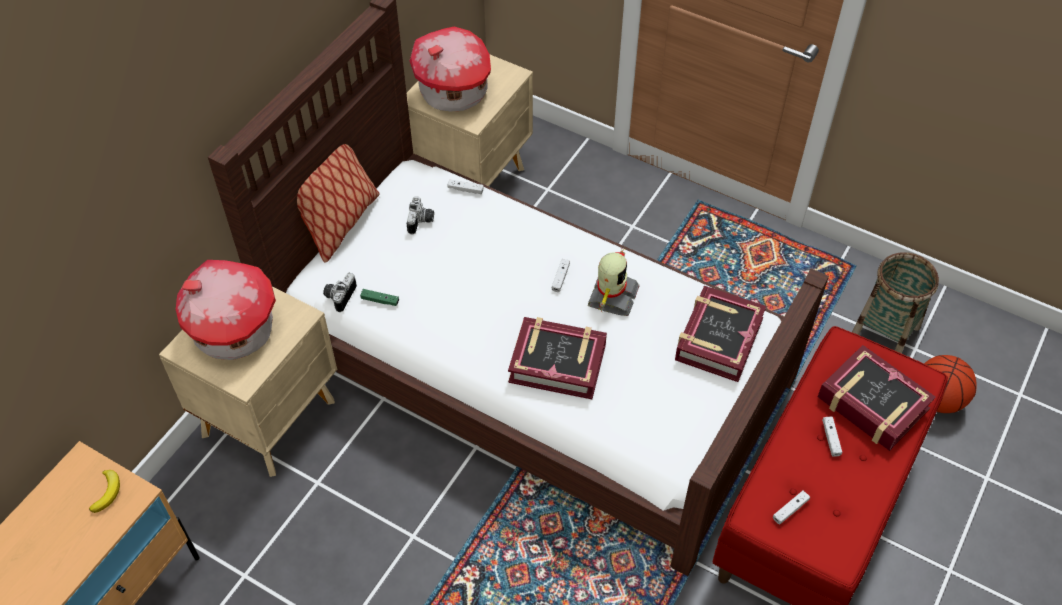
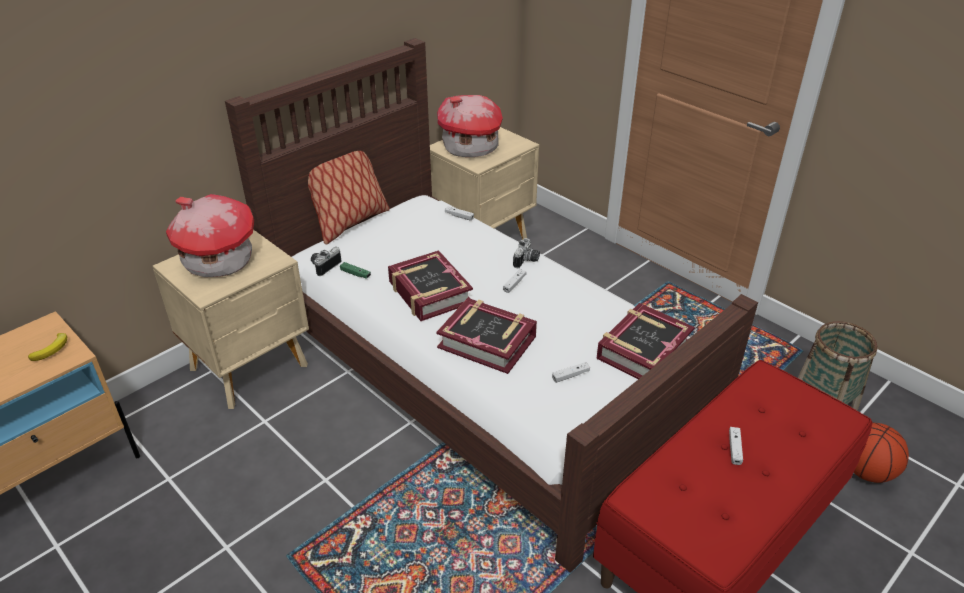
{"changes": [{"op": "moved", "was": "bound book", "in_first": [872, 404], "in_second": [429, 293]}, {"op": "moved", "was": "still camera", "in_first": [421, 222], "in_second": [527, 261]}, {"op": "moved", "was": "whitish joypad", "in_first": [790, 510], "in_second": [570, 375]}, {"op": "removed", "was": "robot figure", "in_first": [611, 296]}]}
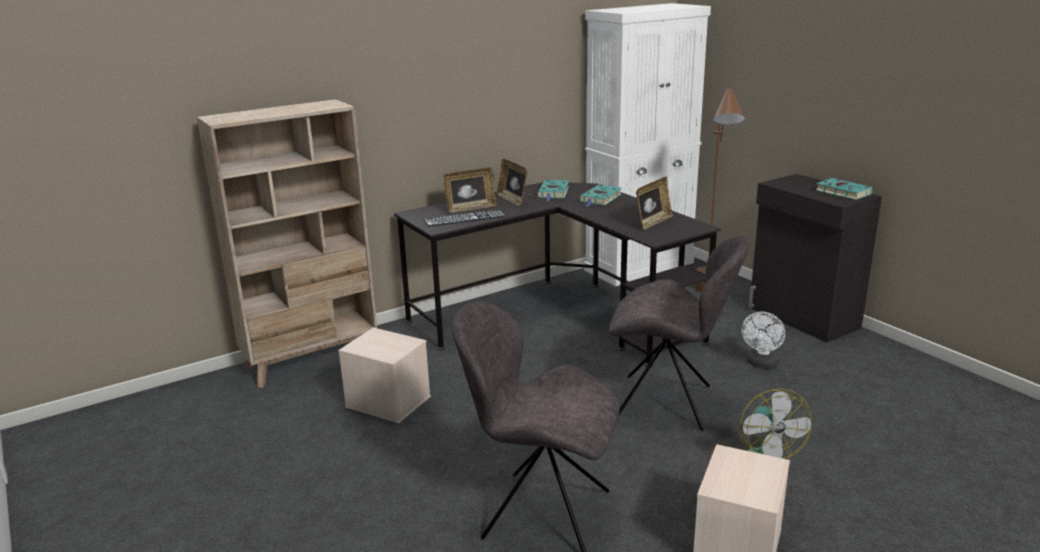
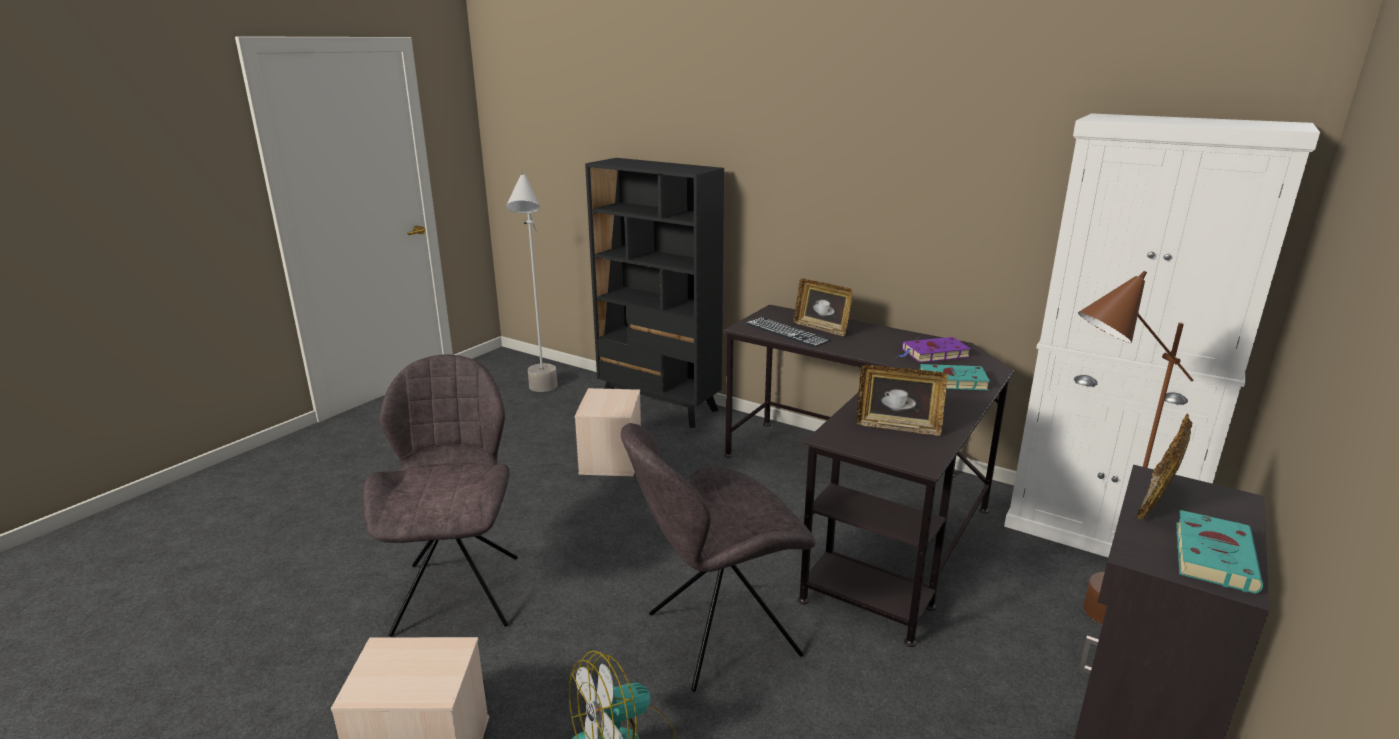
{"changes": [{"op": "added", "now": "gray standing lamp", "in_second": [542, 396]}, {"op": "recoloured", "was": "beige-coloured shelving unit", "now": "black-coloured shelving unit", "in_first": [312, 360], "in_second": [659, 406]}, {"op": "turned", "was": "gray upright chair", "in_first": [668, 403], "in_second": [717, 636], "clockwise": 75}, {"op": "recoloured", "was": "turquoise-coloured bound book", "now": "purplish bound book", "in_first": [553, 193], "in_second": [933, 354]}, {"op": "moved", "was": "photo frame", "in_first": [512, 200], "in_second": [1156, 501]}, {"op": "removed", "was": "whitish cooling fan", "in_first": [761, 364]}]}
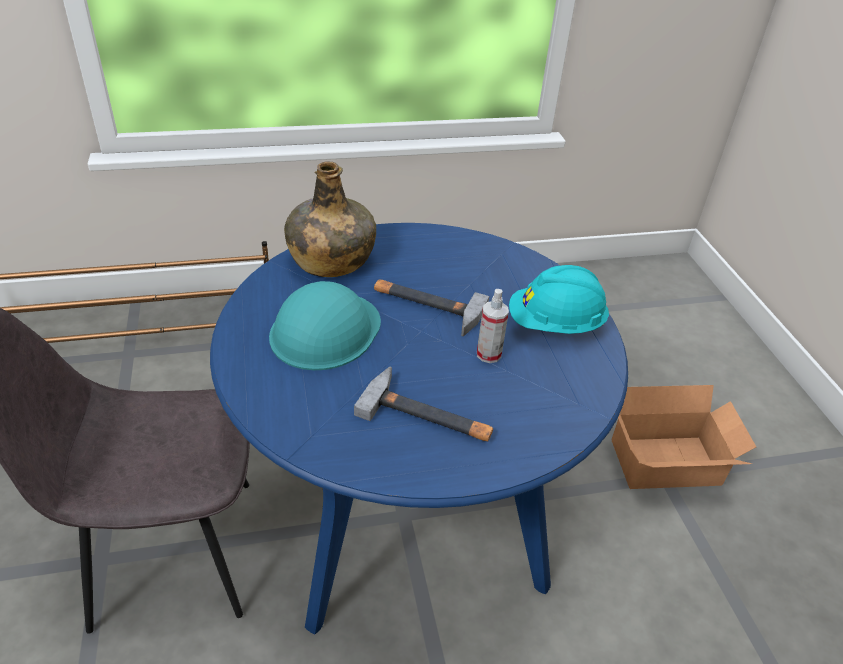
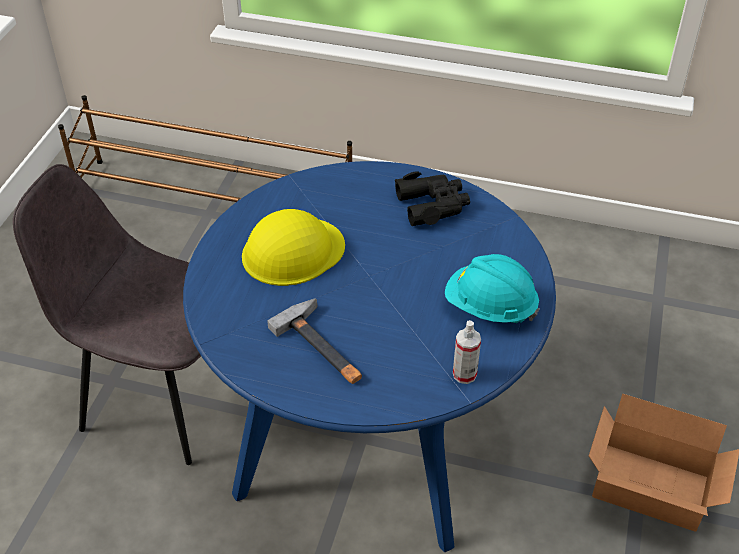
{"changes": [{"op": "recoloured", "was": "turquoise-coloured hard hat", "now": "yellowish hard hat", "in_first": [325, 330], "in_second": [292, 251]}, {"op": "added", "now": "black-coloured pair of binoculars", "in_second": [432, 205]}, {"op": "moved", "was": "hand sprayer", "in_first": [488, 354], "in_second": [464, 374]}, {"op": "removed", "was": "green beverage bottle", "in_first": [330, 260]}, {"op": "removed", "was": "tool hammer", "in_first": [426, 306]}]}
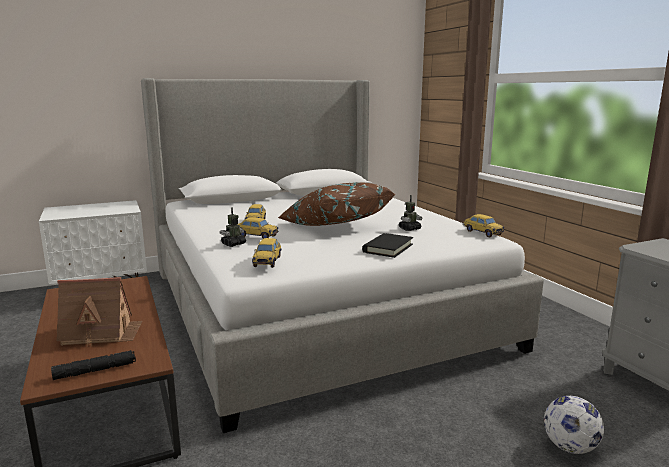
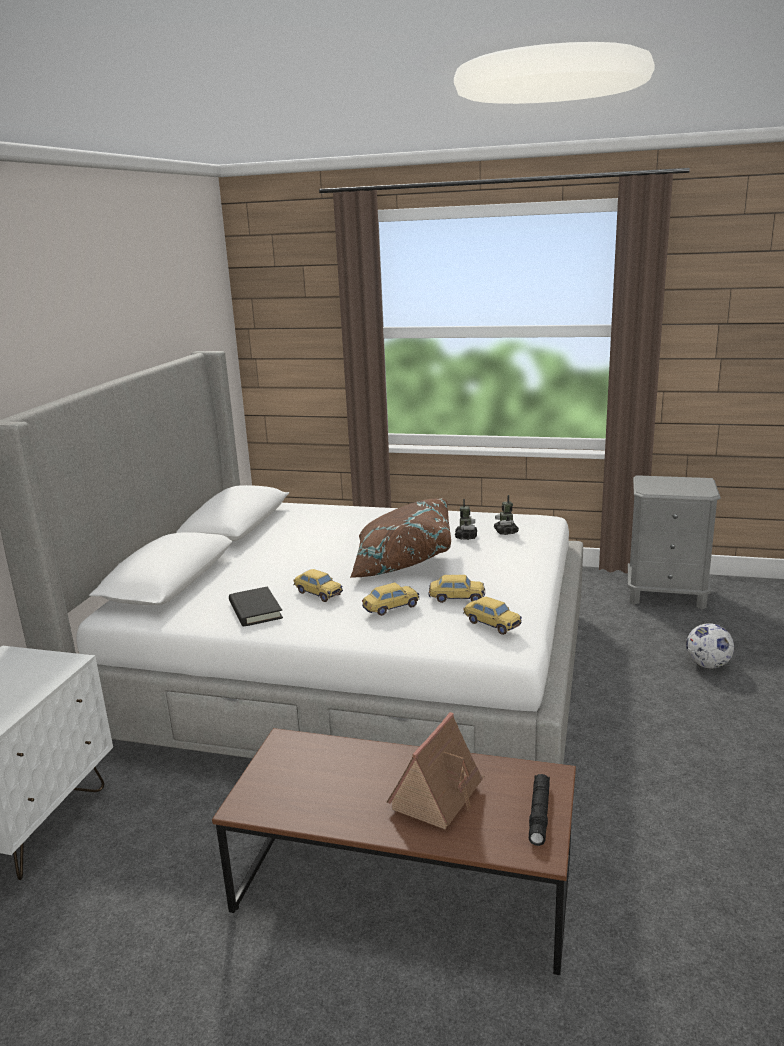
{"changes": [{"op": "moved", "was": "black-coloured bound book", "in_first": [388, 248], "in_second": [255, 610]}, {"op": "moved", "was": "toy car", "in_first": [482, 233], "in_second": [456, 598]}, {"op": "moved", "was": "robot figure", "in_first": [233, 244], "in_second": [506, 532]}]}
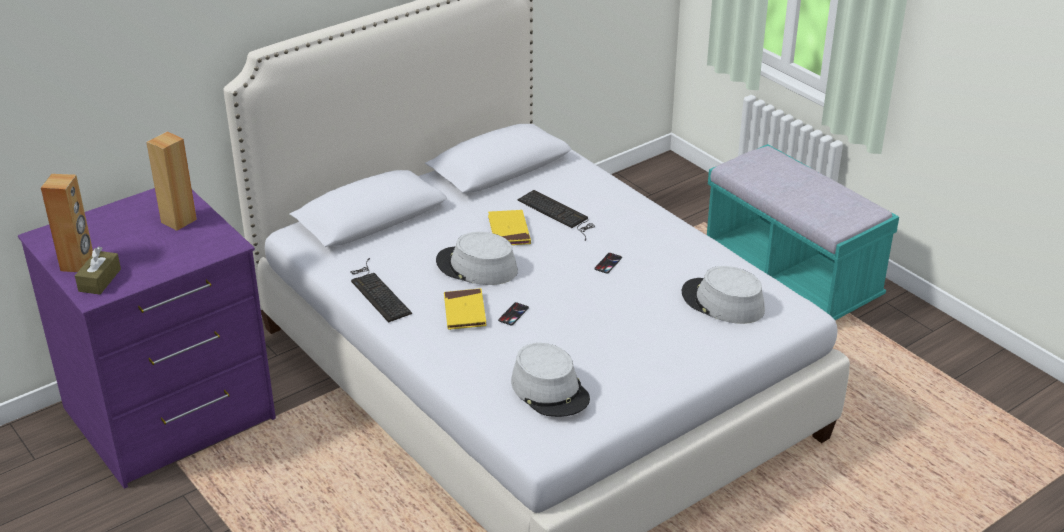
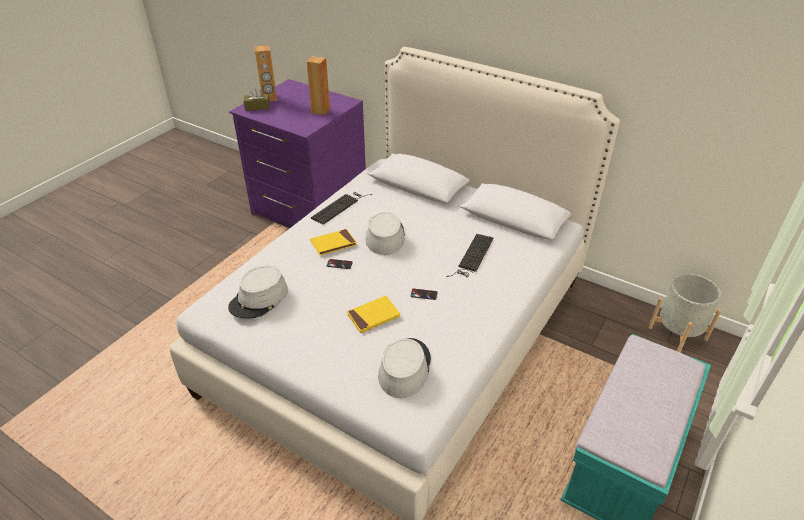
{"changes": [{"op": "moved", "was": "yellowish bound book", "in_first": [509, 231], "in_second": [373, 316]}, {"op": "added", "now": "gray flower pot", "in_second": [677, 333]}]}
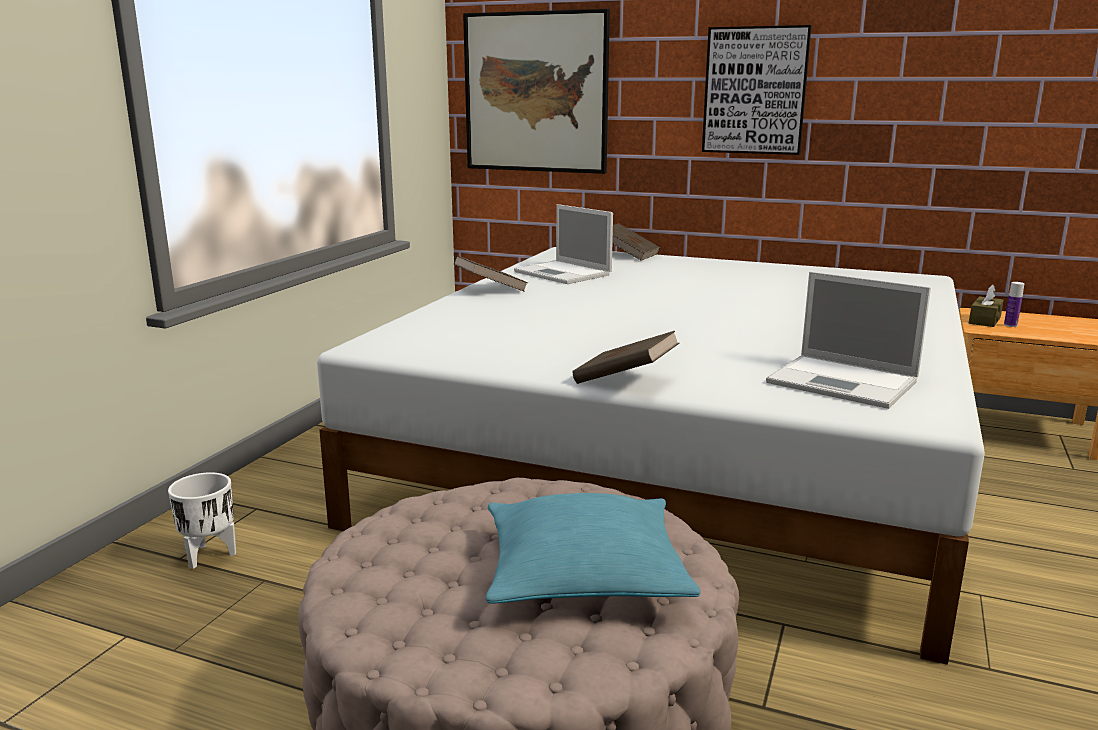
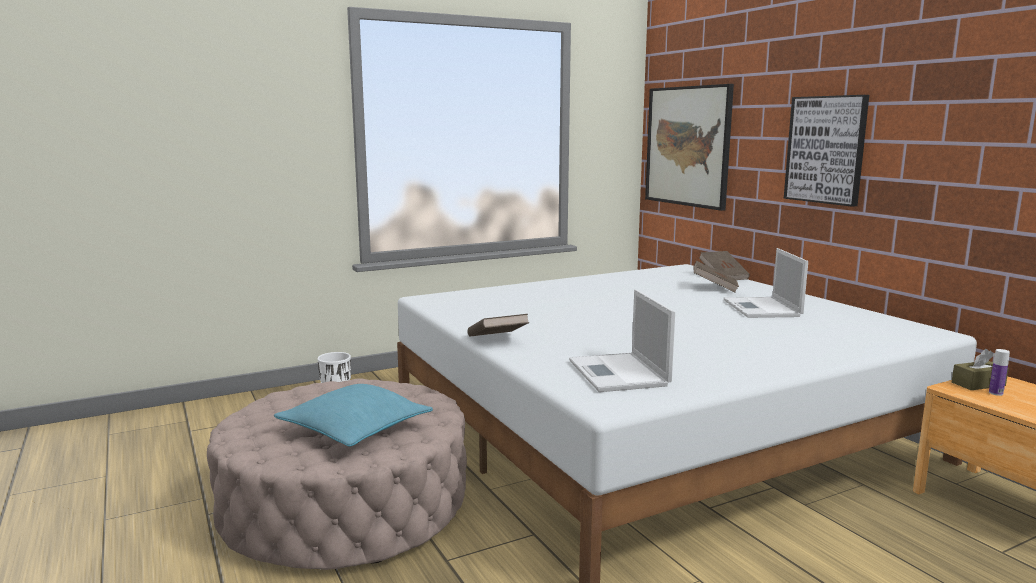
{"changes": [{"op": "moved", "was": "brown-coloured bound book", "in_first": [490, 290], "in_second": [714, 288]}, {"op": "moved", "was": "notebook computer", "in_first": [564, 273], "in_second": [762, 308]}]}
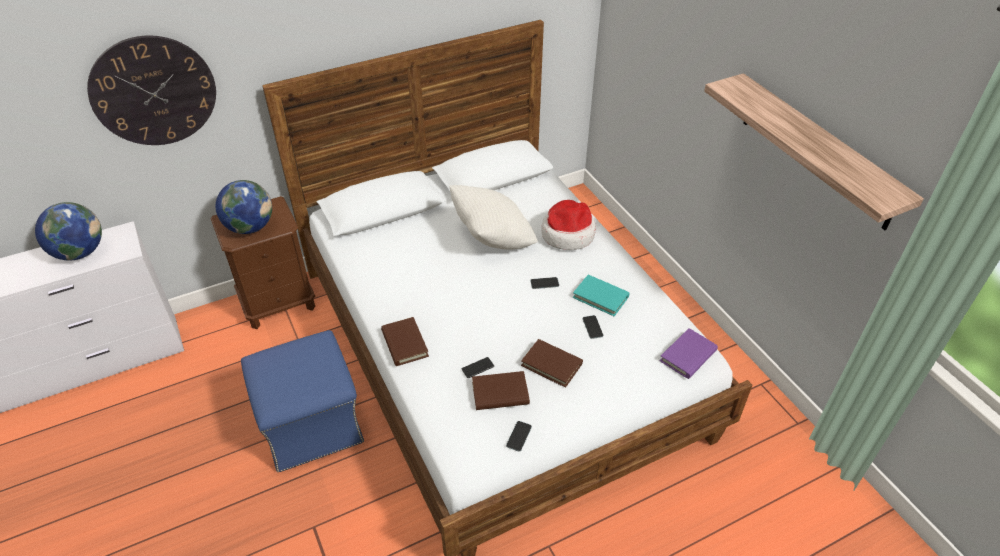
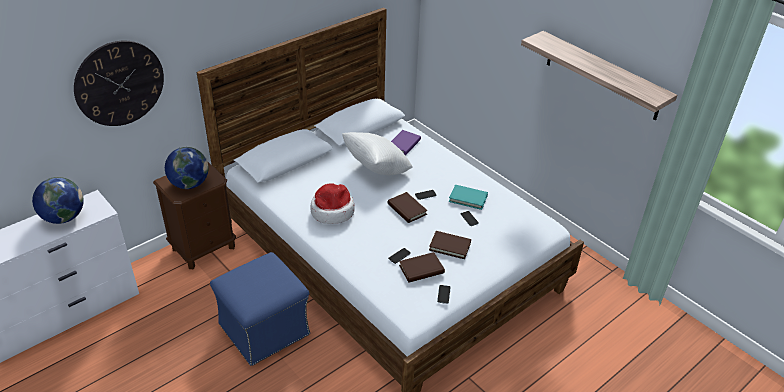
{"changes": [{"op": "moved", "was": "wearable hat", "in_first": [567, 234], "in_second": [332, 211]}, {"op": "moved", "was": "brown-coloured bound book", "in_first": [404, 343], "in_second": [407, 209]}, {"op": "moved", "was": "purplish bound book", "in_first": [688, 356], "in_second": [404, 144]}]}
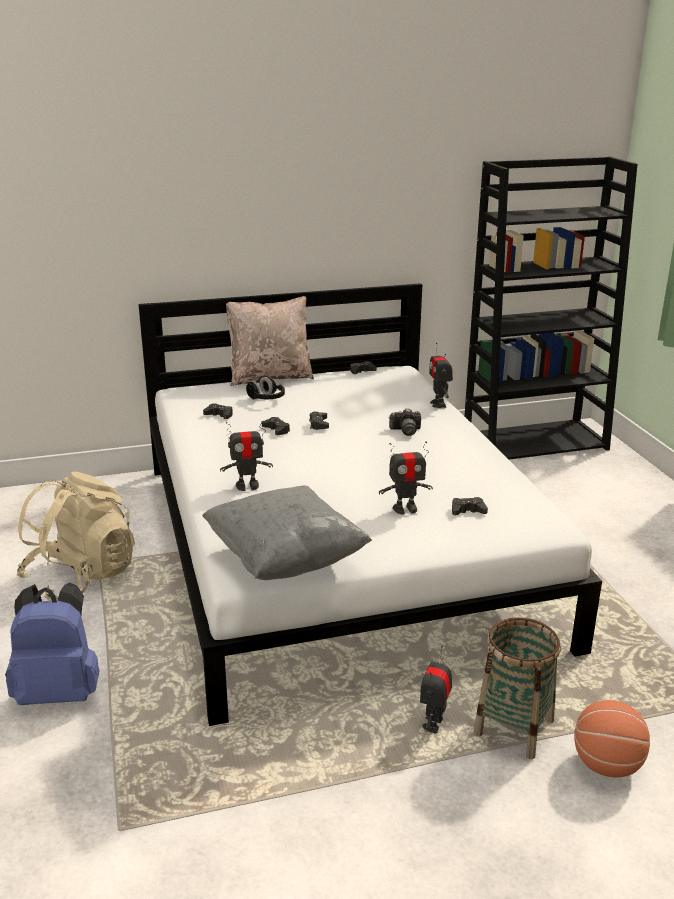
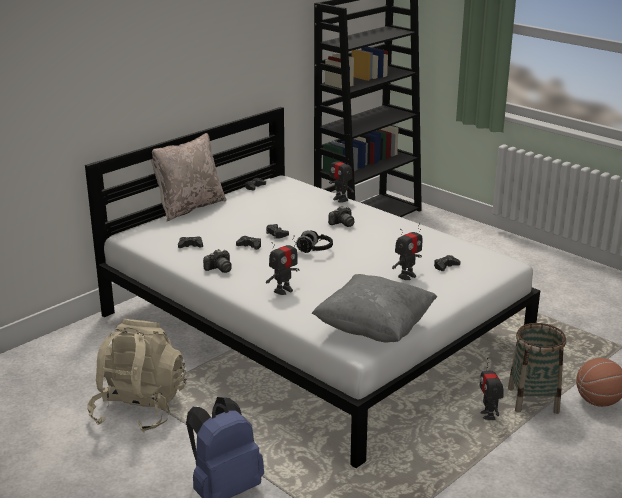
{"changes": [{"op": "added", "now": "still camera", "in_second": [219, 269]}, {"op": "moved", "was": "black-coloured pair of headphones", "in_first": [266, 399], "in_second": [314, 250]}]}
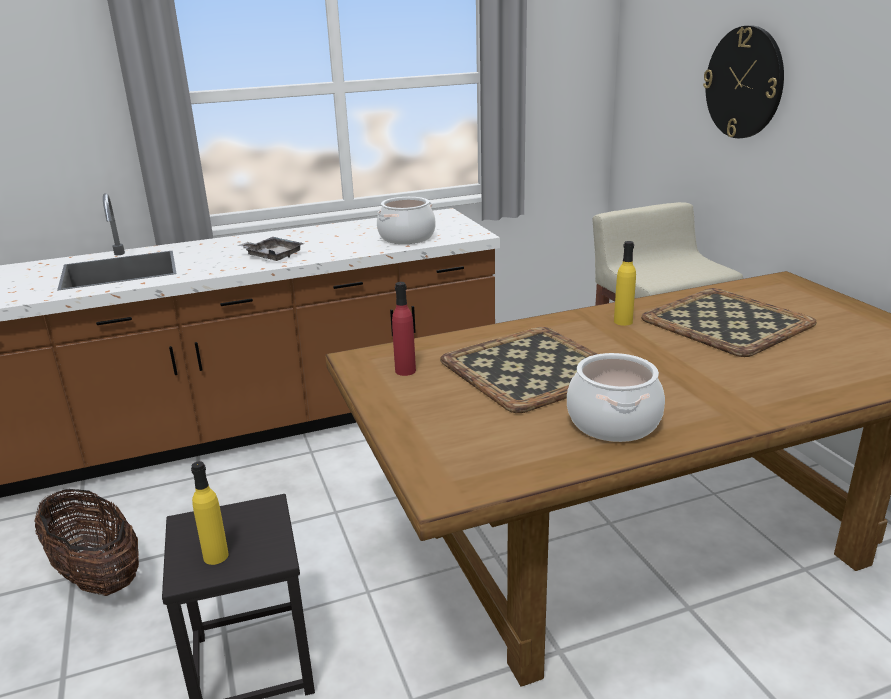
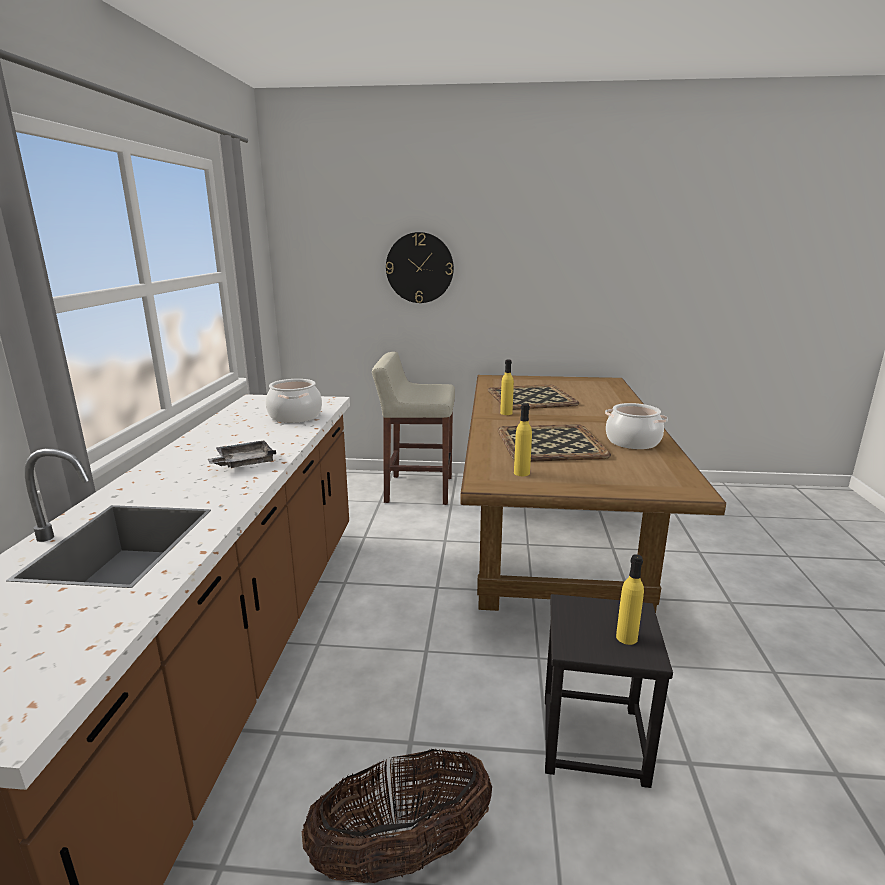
{"changes": [{"op": "recoloured", "was": "red beverage bottle", "now": "yellowish beverage bottle", "in_first": [405, 371], "in_second": [521, 473]}]}
